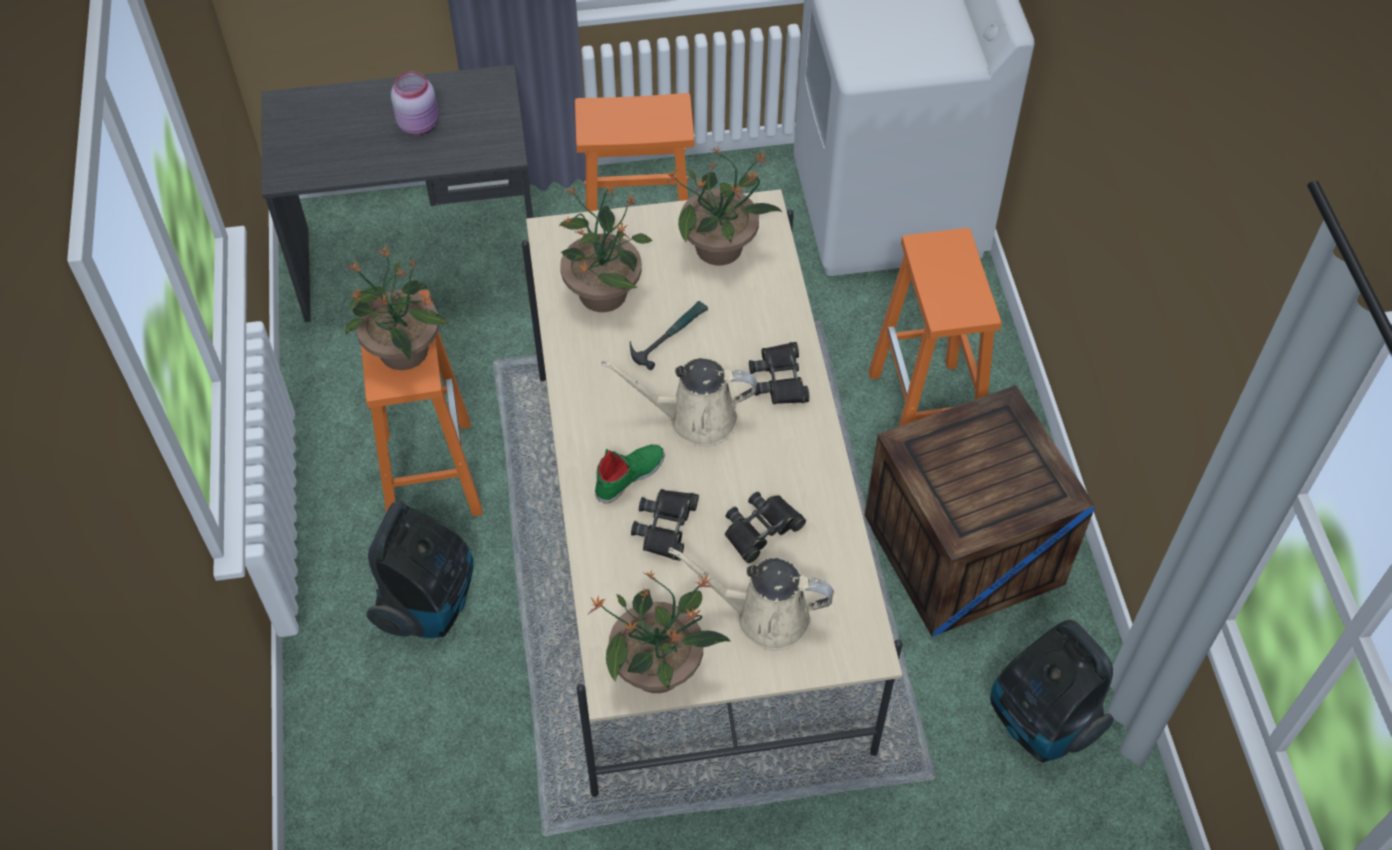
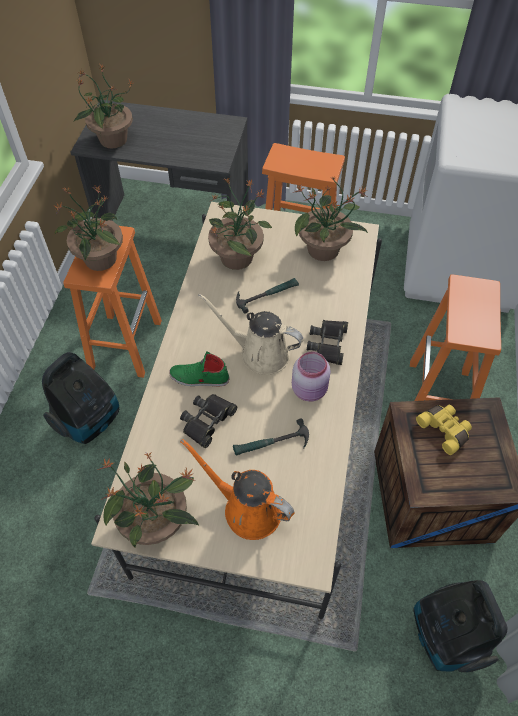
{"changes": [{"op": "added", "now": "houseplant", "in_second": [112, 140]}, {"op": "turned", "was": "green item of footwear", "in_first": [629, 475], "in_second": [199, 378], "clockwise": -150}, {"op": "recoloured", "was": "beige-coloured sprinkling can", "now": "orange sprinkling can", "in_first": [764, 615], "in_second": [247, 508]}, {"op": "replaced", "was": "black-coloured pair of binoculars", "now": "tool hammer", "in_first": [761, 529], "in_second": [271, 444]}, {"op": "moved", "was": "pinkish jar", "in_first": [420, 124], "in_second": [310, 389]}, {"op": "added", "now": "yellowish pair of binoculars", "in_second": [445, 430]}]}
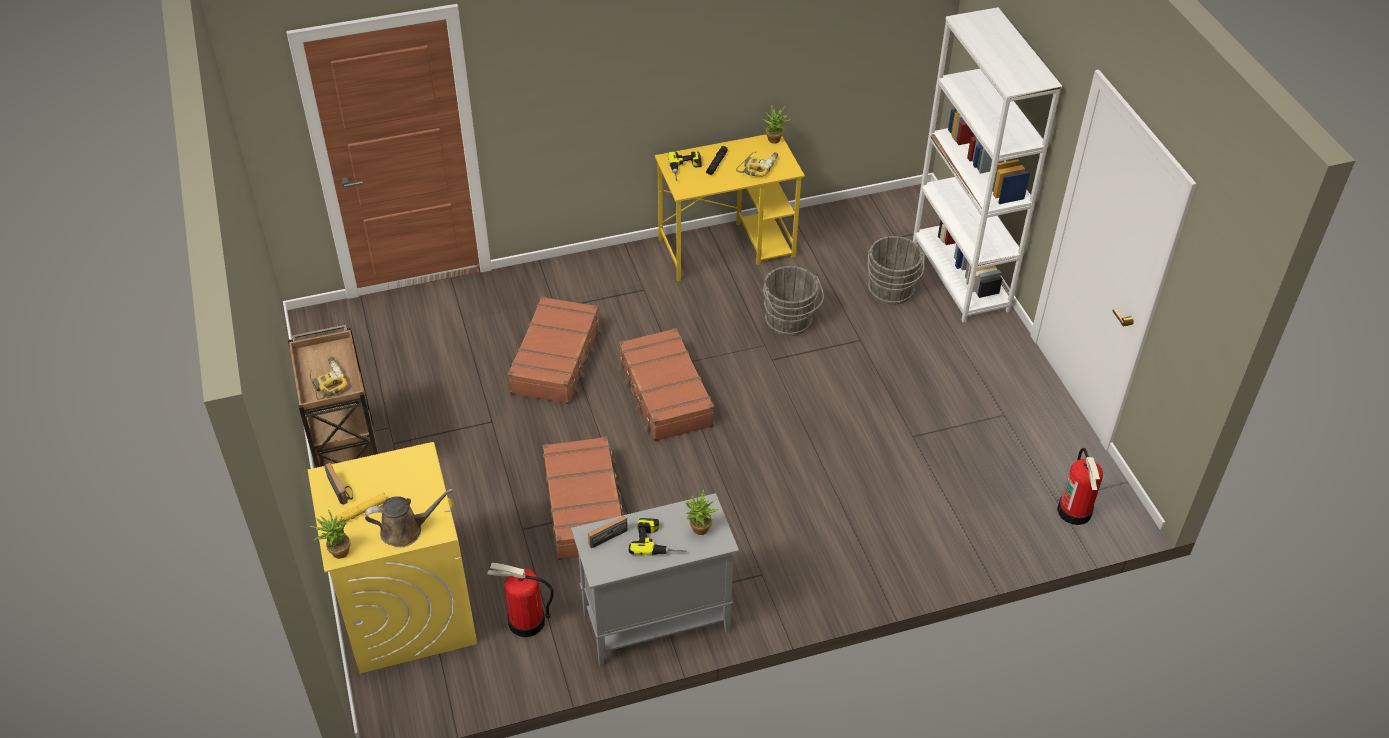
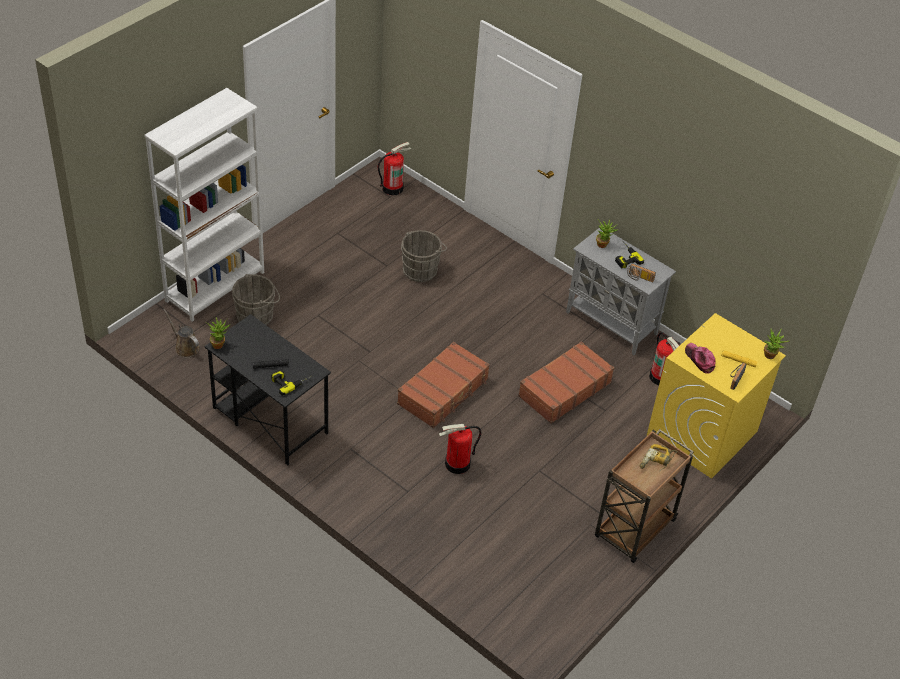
{"changes": [{"op": "moved", "was": "brown-coloured sprinkling can", "in_first": [406, 530], "in_second": [185, 347]}, {"op": "recoloured", "was": "yellowish desk table", "now": "black-coloured desk table", "in_first": [727, 248], "in_second": [269, 420]}, {"op": "moved", "was": "gray bucket", "in_first": [789, 322], "in_second": [421, 269]}, {"op": "replaced", "was": "brown-coloured travel case", "now": "fire-fighting cylinder", "in_first": [557, 359], "in_second": [457, 464]}, {"op": "added", "now": "cap", "in_second": [699, 359]}, {"op": "removed", "was": "power drill", "in_first": [758, 166]}]}
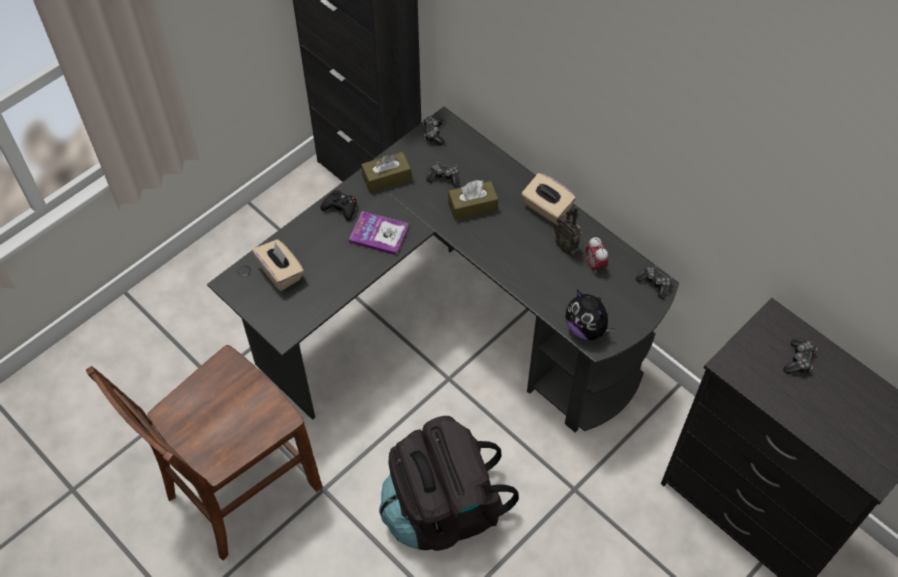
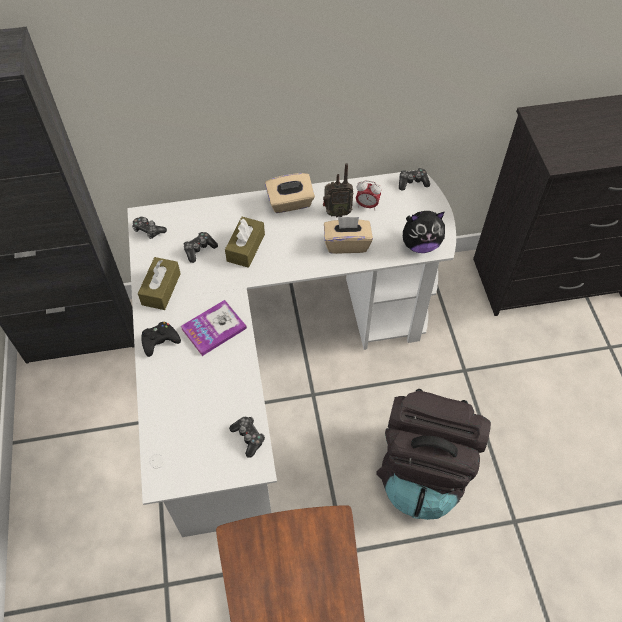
{"changes": [{"op": "recoloured", "was": "black-coloured desk table", "now": "whitish desk table", "in_first": [452, 329], "in_second": [271, 365]}, {"op": "moved", "was": "joypad", "in_first": [799, 360], "in_second": [248, 437]}, {"op": "moved", "was": "beige-coloured tissue holder", "in_first": [280, 273], "in_second": [347, 244]}]}
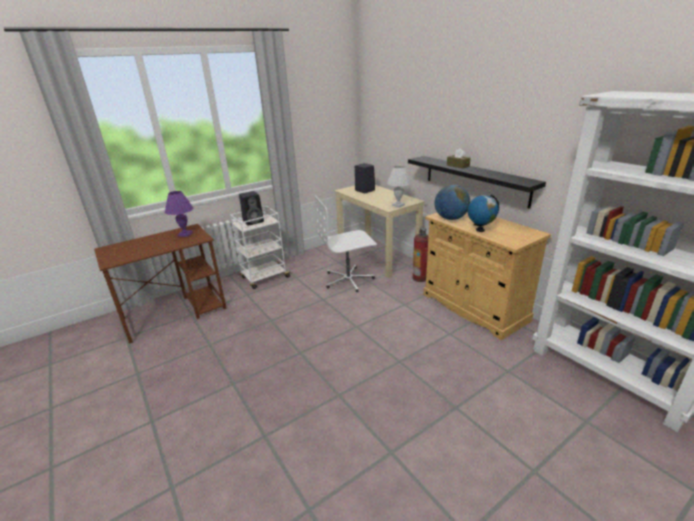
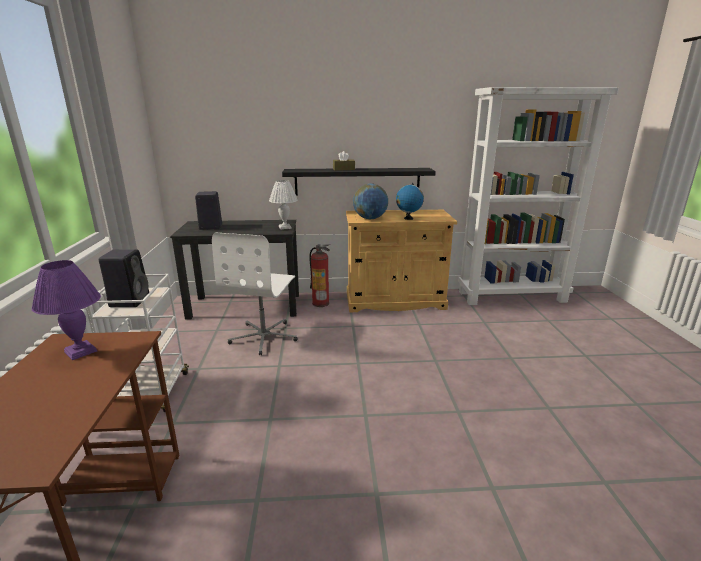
{"changes": [{"op": "recoloured", "was": "beige-coloured desk table", "now": "black-coloured desk table", "in_first": [377, 256], "in_second": [246, 306]}]}
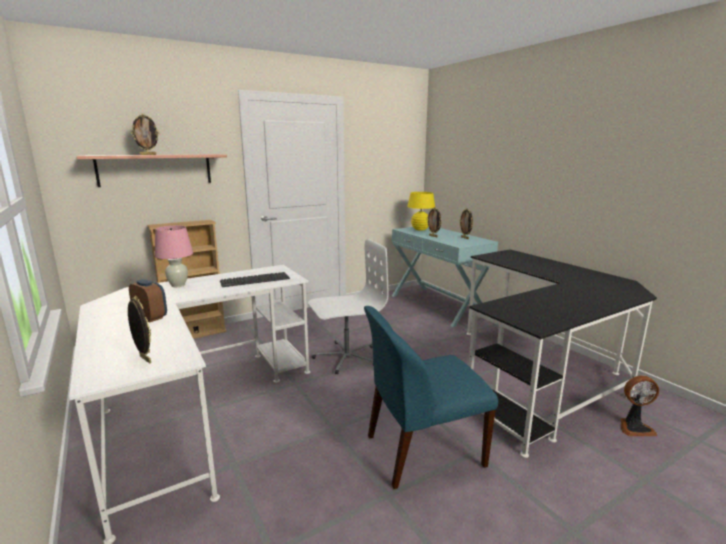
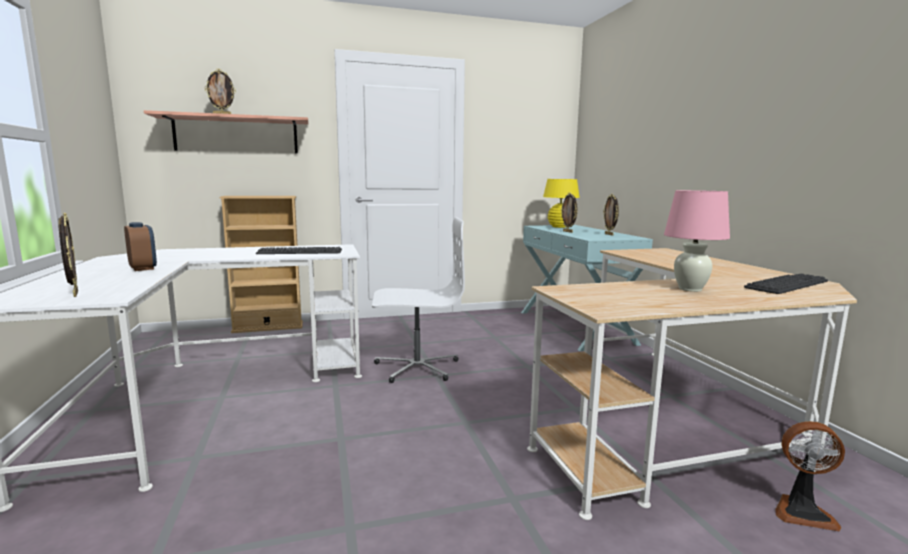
{"changes": [{"op": "recoloured", "was": "black-coloured desk table", "now": "beige-coloured desk table", "in_first": [541, 375], "in_second": [676, 420]}, {"op": "moved", "was": "pinkish lamp for a table", "in_first": [178, 285], "in_second": [689, 289]}, {"op": "added", "now": "keyboard", "in_second": [787, 285]}, {"op": "removed", "was": "bluish upright chair", "in_first": [421, 451]}]}
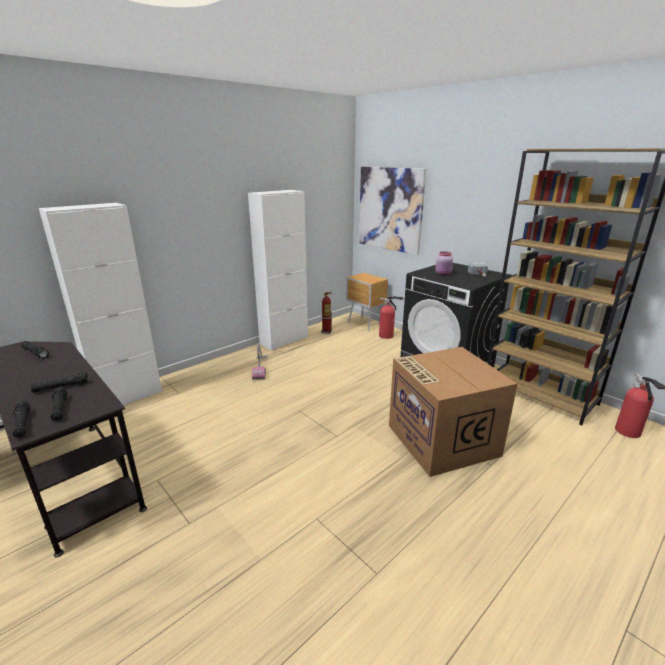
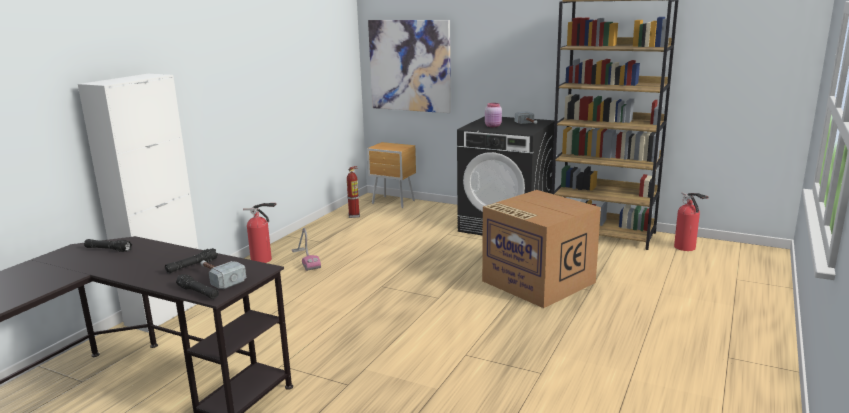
{"changes": [{"op": "replaced", "was": "black-coloured flashlight", "now": "tool hammer", "in_first": [60, 409], "in_second": [219, 278]}, {"op": "moved", "was": "fire-fighting cylinder", "in_first": [387, 336], "in_second": [263, 260]}, {"op": "removed", "was": "whitish cupboard", "in_first": [284, 340]}]}
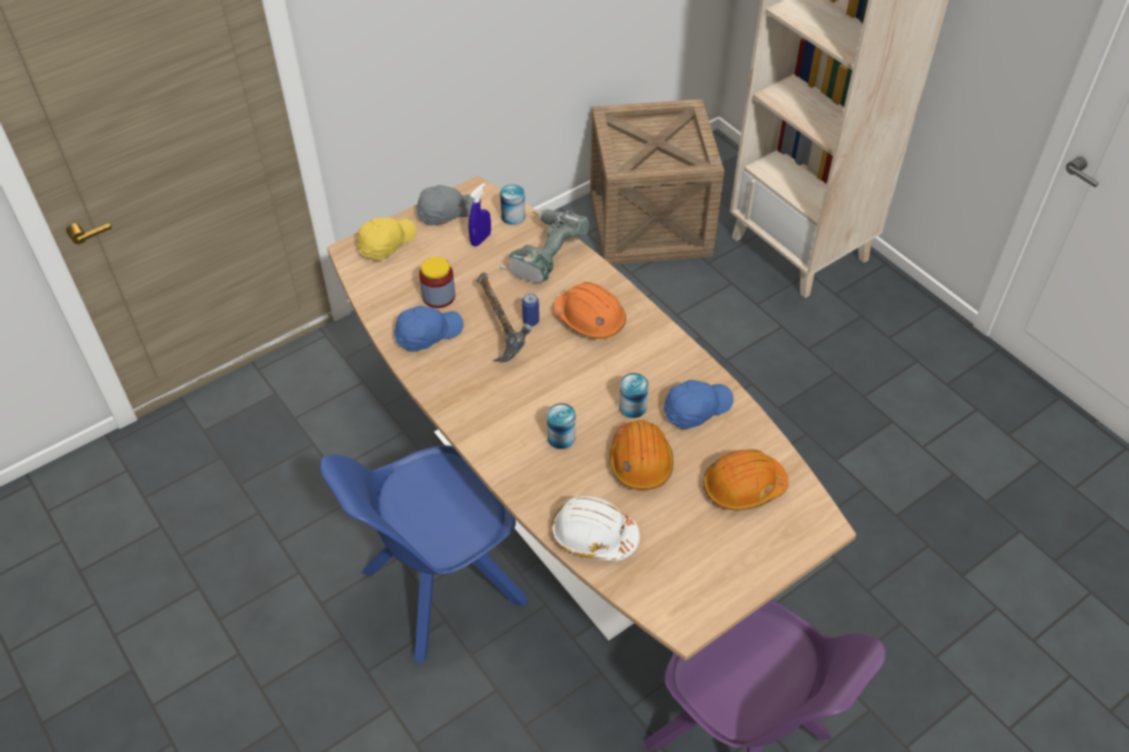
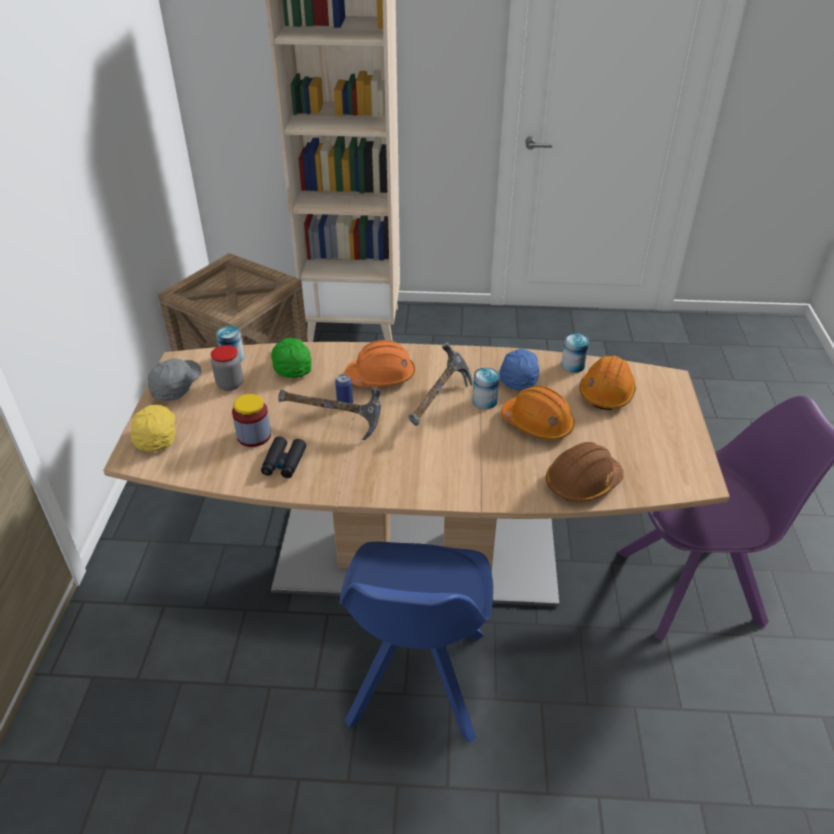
{"changes": [{"op": "replaced", "was": "bluish hand sprayer", "now": "jar", "in_first": [480, 239], "in_second": [230, 384]}, {"op": "replaced", "was": "bluish cap", "now": "black-coloured pair of binoculars", "in_first": [427, 334], "in_second": [284, 462]}, {"op": "replaced", "was": "power drill", "now": "green cap", "in_first": [542, 255], "in_second": [290, 365]}, {"op": "added", "now": "tool hammer", "in_second": [438, 404]}, {"op": "recoloured", "was": "whitish hard hat", "now": "brown-coloured hard hat", "in_first": [593, 536], "in_second": [582, 482]}, {"op": "moved", "was": "can", "in_first": [561, 437], "in_second": [572, 365]}]}
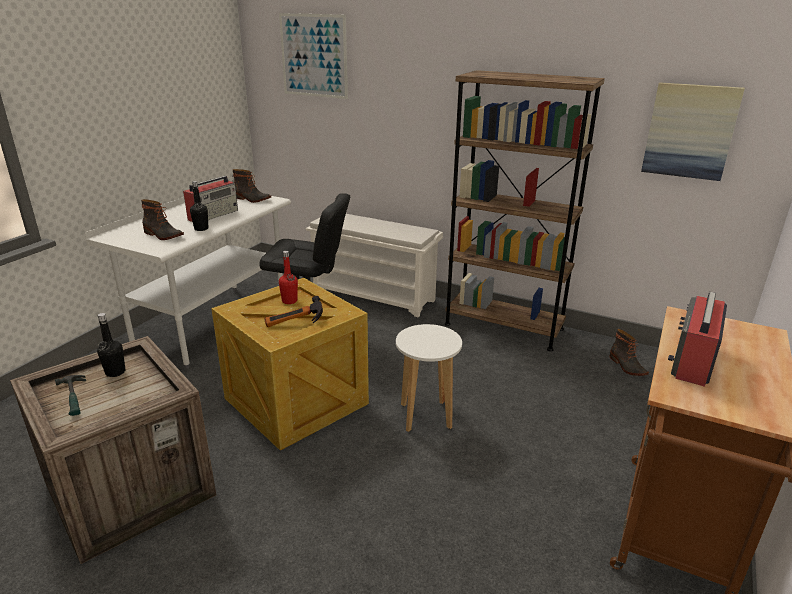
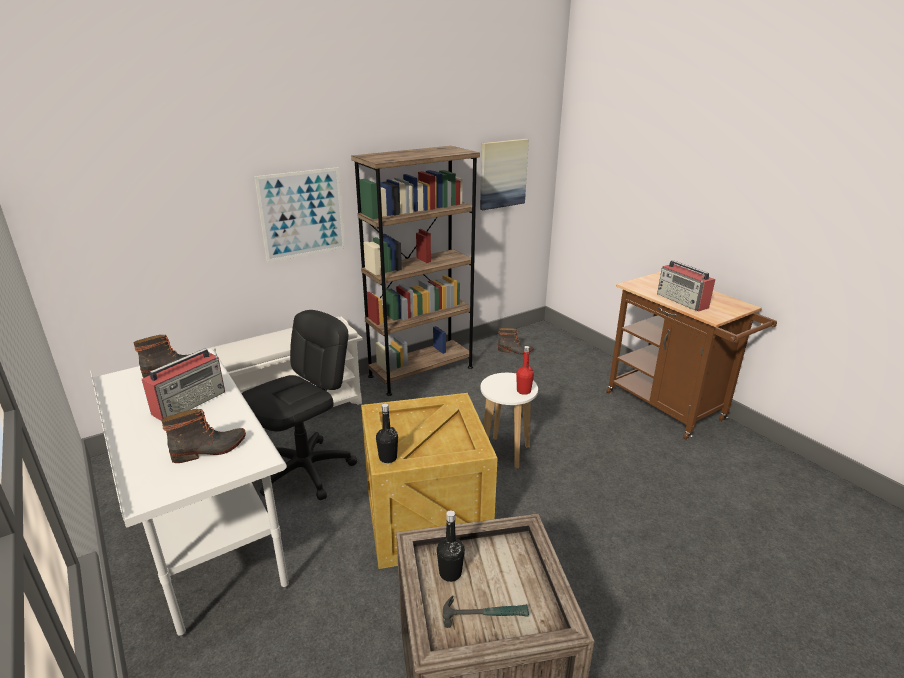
{"changes": [{"op": "turned", "was": "radio set", "in_first": [214, 215], "in_second": [190, 402], "clockwise": 60}, {"op": "moved", "was": "wall art", "in_first": [314, 56], "in_second": [302, 214]}, {"op": "moved", "was": "black-coloured beverage bottle", "in_first": [201, 229], "in_second": [388, 458]}, {"op": "moved", "was": "red beverage bottle", "in_first": [289, 301], "in_second": [523, 391]}, {"op": "removed", "was": "tool hammer", "in_first": [295, 325]}]}
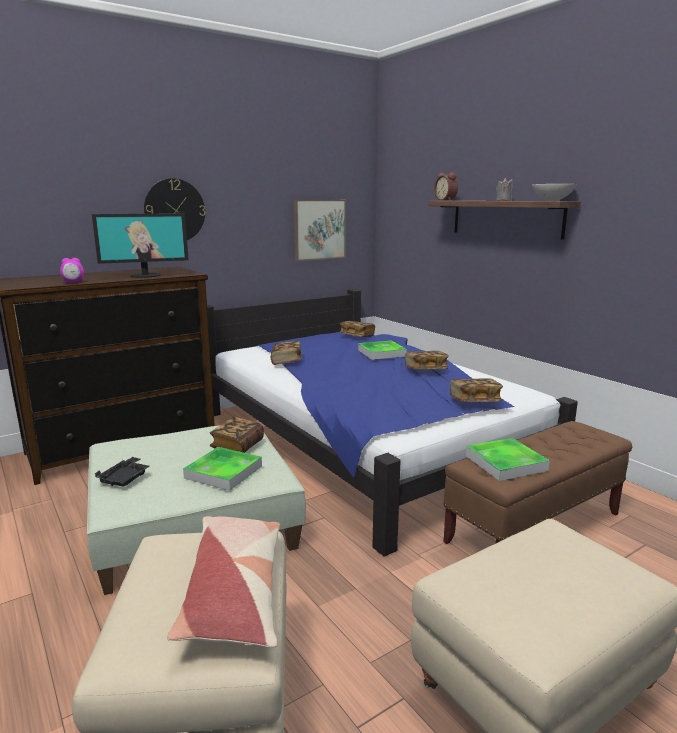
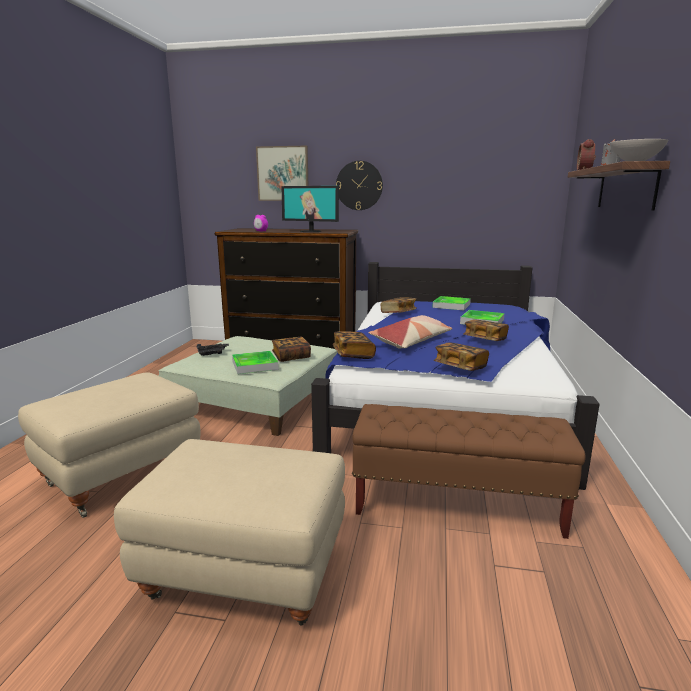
{"changes": [{"op": "moved", "was": "wall art", "in_first": [319, 229], "in_second": [283, 174]}, {"op": "moved", "was": "bound book", "in_first": [357, 336], "in_second": [353, 354]}, {"op": "moved", "was": "pillow", "in_first": [235, 591], "in_second": [412, 341]}, {"op": "moved", "was": "tray", "in_first": [505, 463], "in_second": [451, 306]}]}
